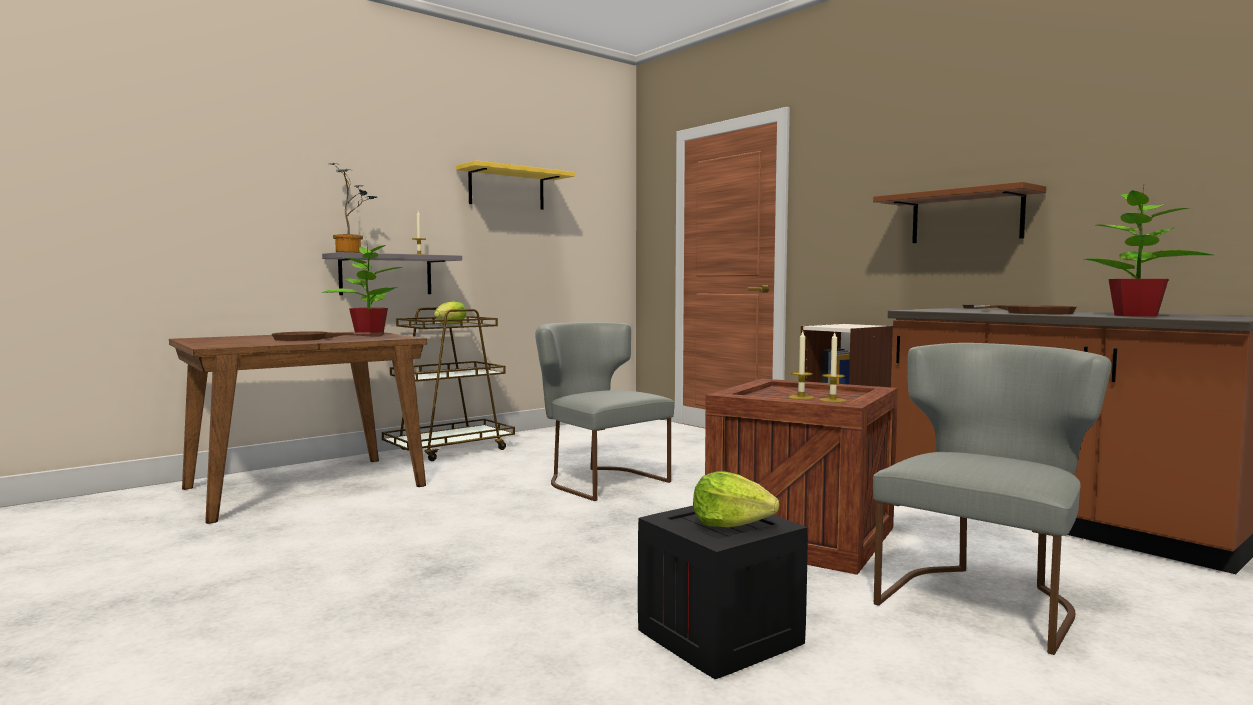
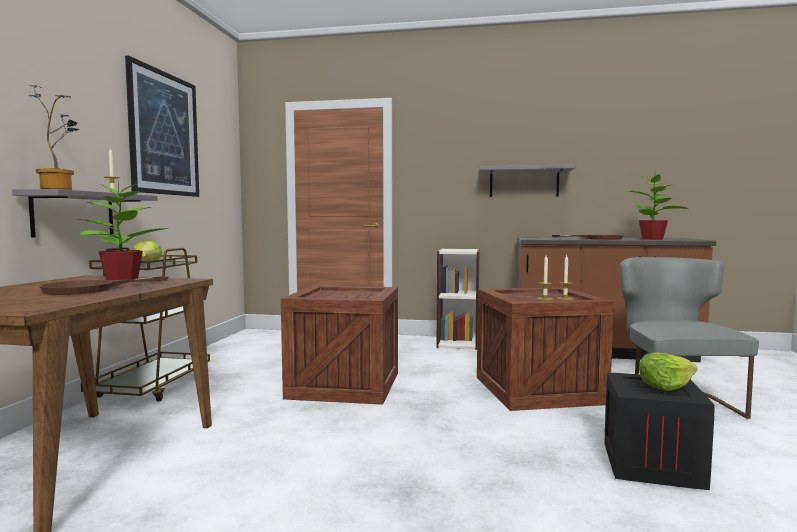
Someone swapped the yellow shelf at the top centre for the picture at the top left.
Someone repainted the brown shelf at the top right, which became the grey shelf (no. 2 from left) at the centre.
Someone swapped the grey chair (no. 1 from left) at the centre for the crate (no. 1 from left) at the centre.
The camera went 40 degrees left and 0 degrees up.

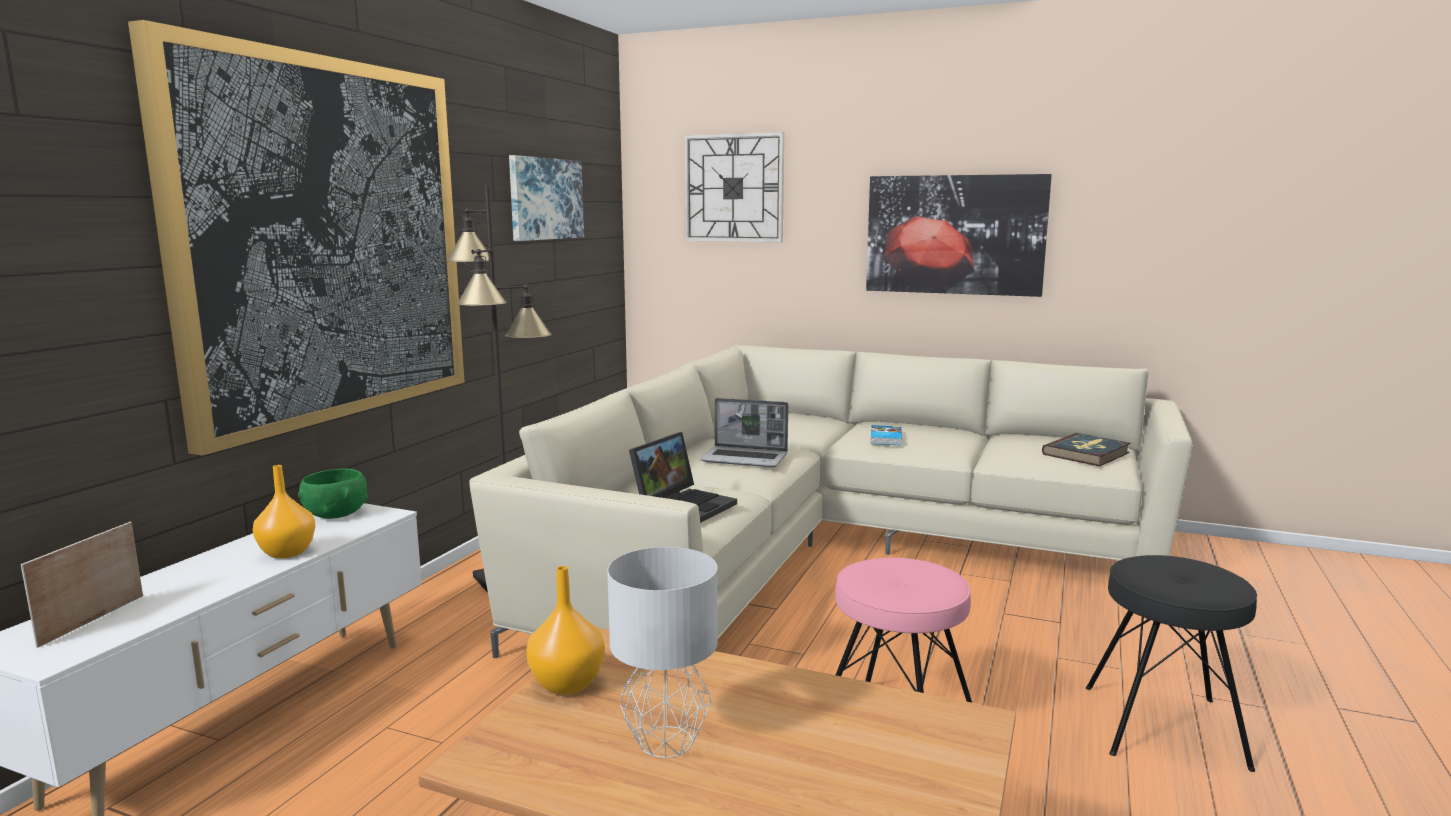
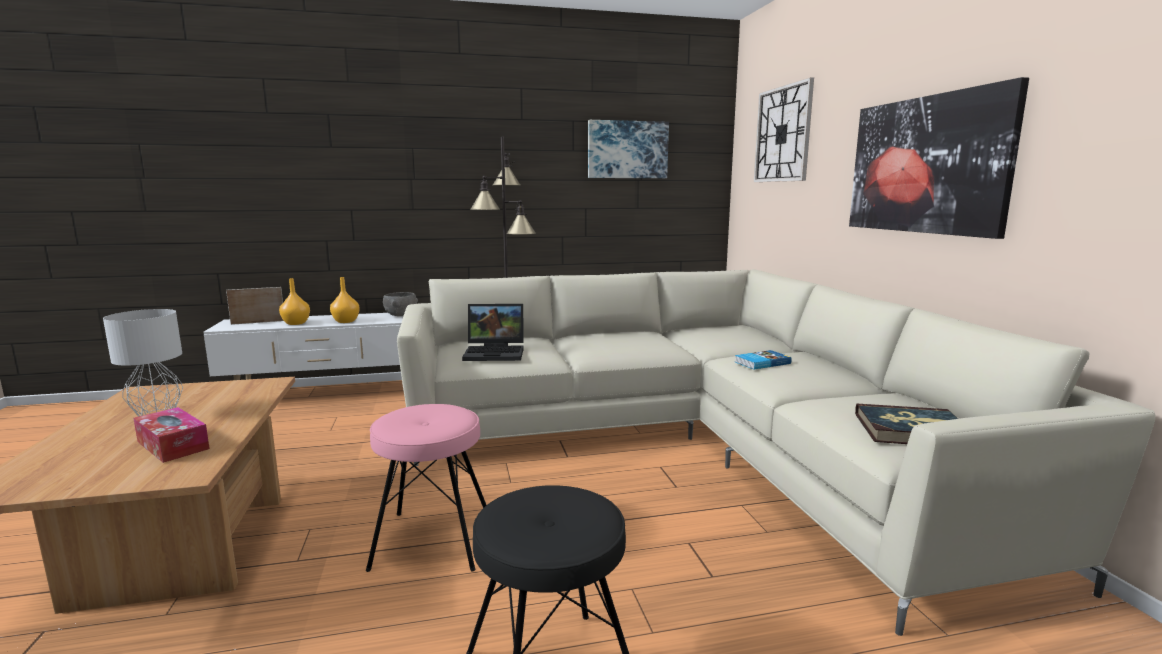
Someone took away the picture (no. 1 from left) at the top left.
Someone took away the laptop (no. 2 from left) at the centre.
Someone repainted the green bowl at the middle left, which became the grey bowl at the centre.
Someone carried the orange vase (no. 2 from left in the first image) from the bottom centre to the middle left.
Someone put down the tissue box at the middle left.
The camera went 55 degrees right and 0 degrees up.

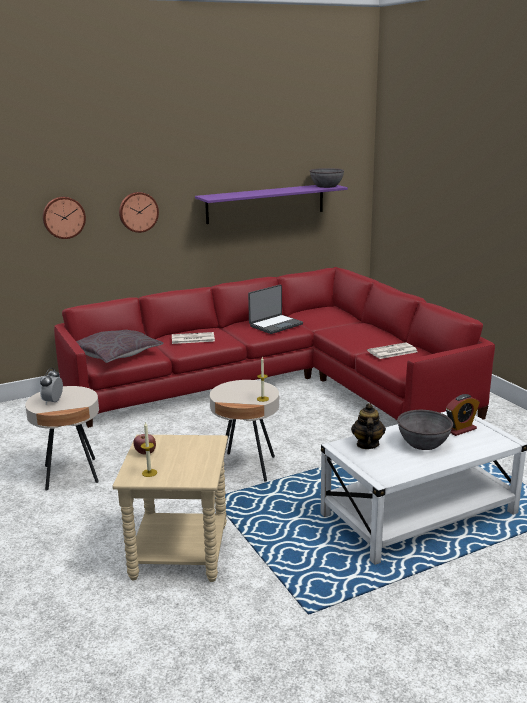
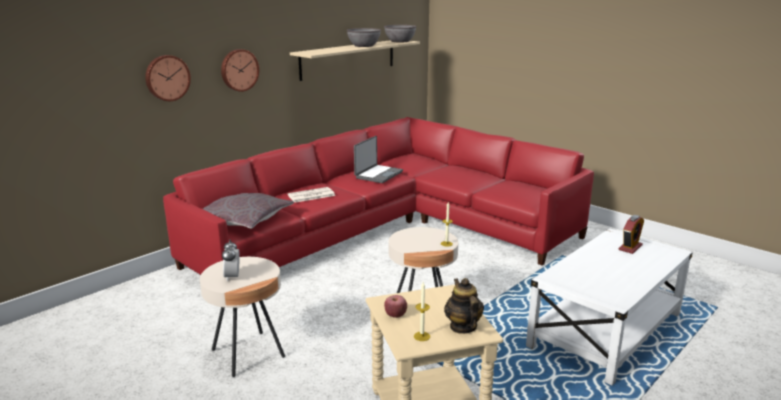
Someone repainted the purple shelf at the top centre, which became the beige shelf at the top centre.
Someone took away the newspaper (no. 2 from left) at the middle right.
Someone carried the teapot from the middle right to the bottom centre.
Someone carried the grey bowl (no. 2 from left in the first image) from the middle right to the top centre.
The camera went 20 degrees left and 0 degrees up.

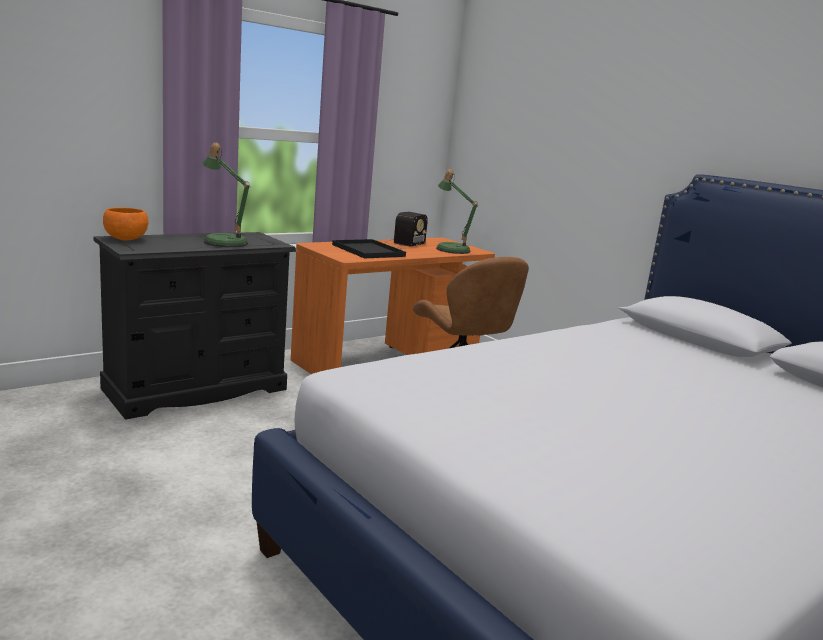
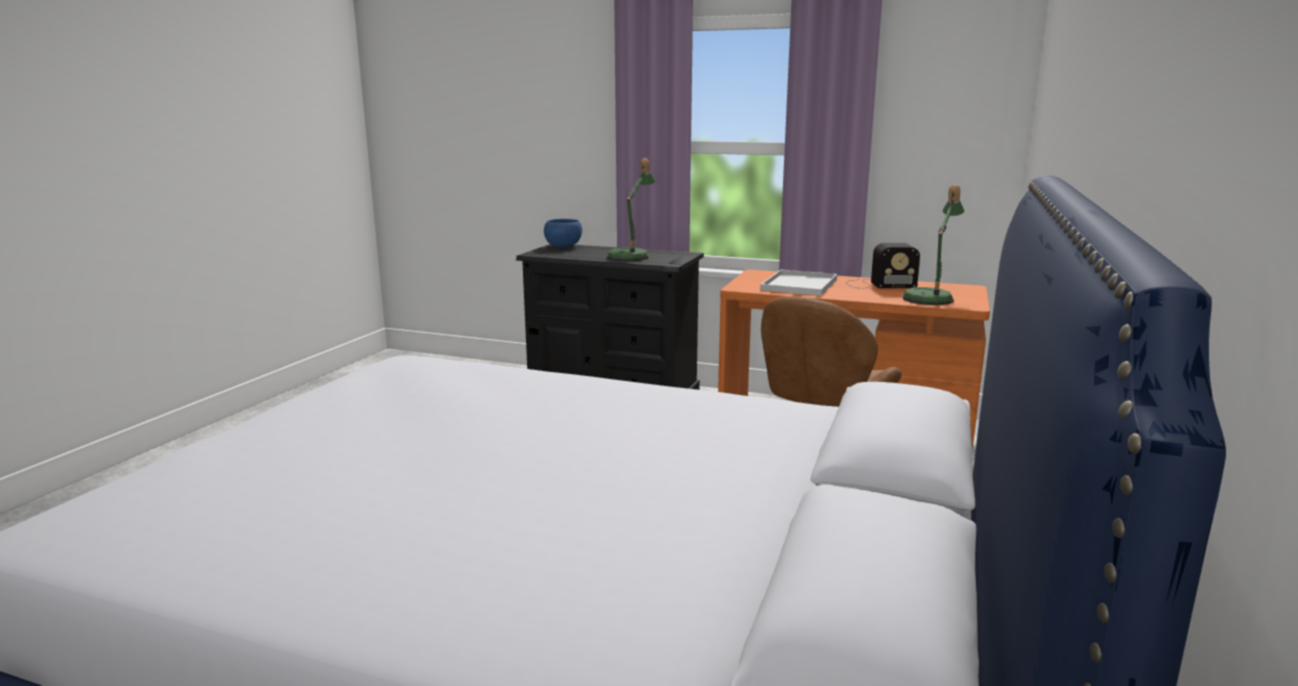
Someone repainted the orange bowl at the middle left, which became the blue bowl at the centre.
Someone repainted the black tray at the centre, which became the white tray at the centre.
The camera went 60 degrees right and 0 degrees up.

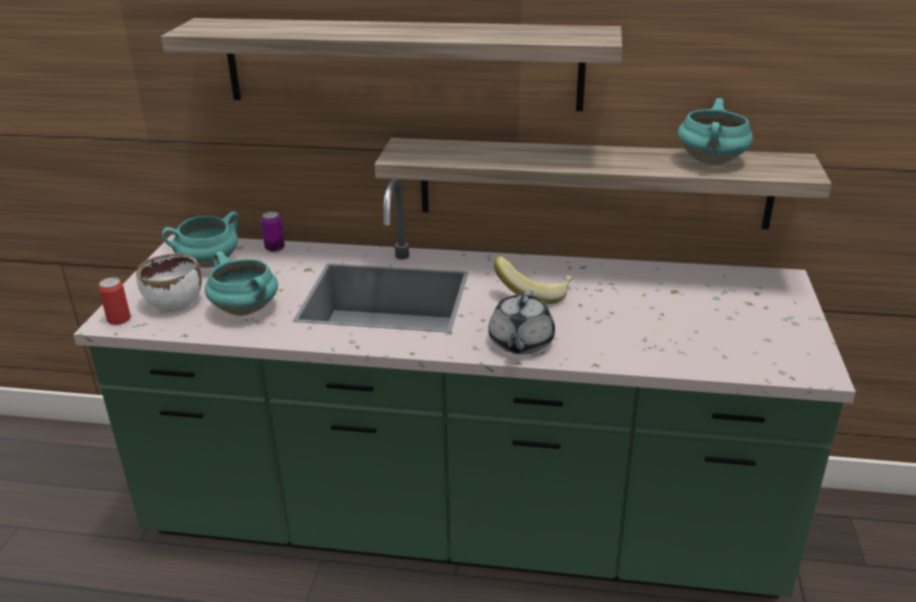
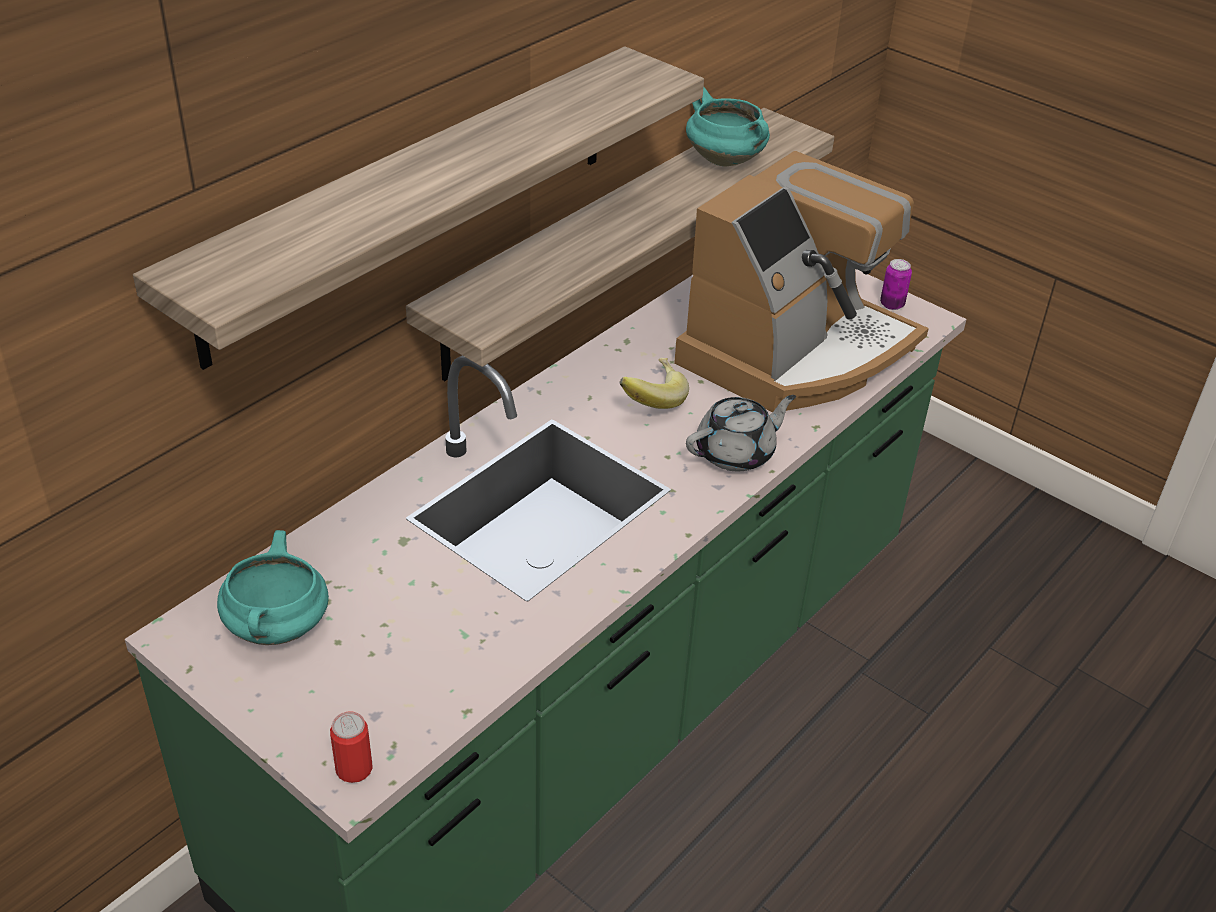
Someone carried the can (no. 2 from left) from the middle left to the top right.
Someone took away the turquoise cooking pot (no. 2 from left) at the middle left.
Someone took away the white bowl at the middle left.
Someone rotated the grey teapot at the centre by 75 degrees counterclockwise.
Someone put down the coffee machine at the top centre.
The camera went 60 degrees left and 10 degrees up.

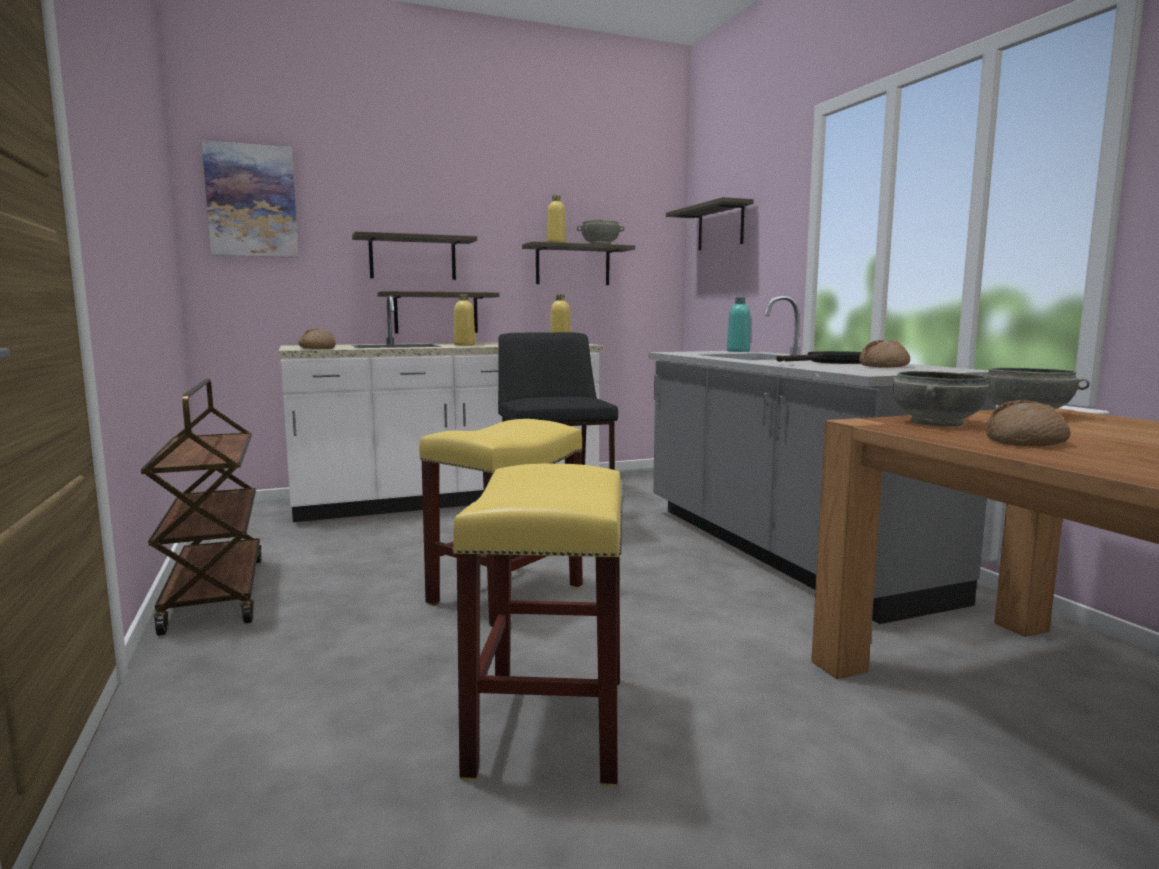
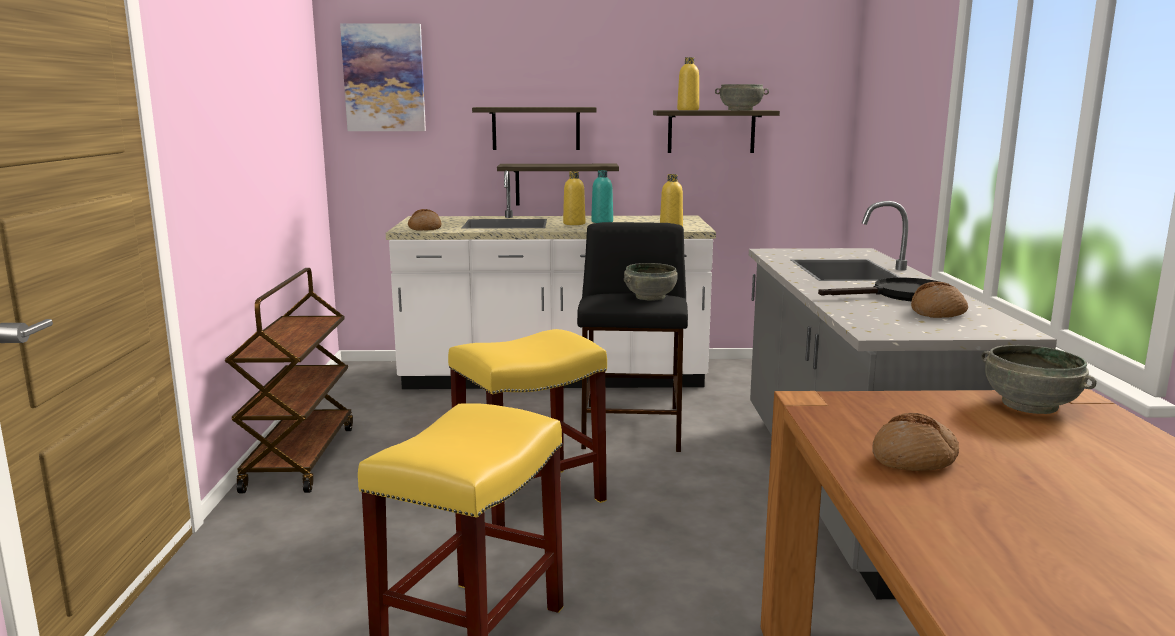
Someone took away the shelf (no. 4 from left) at the top centre.
Someone carried the turquoise bottle from the centre to the top centre.
Someone carried the grey bowl (no. 2 from left in the first image) from the middle right to the centre.
The camera went 20 degrees right and 5 degrees up.

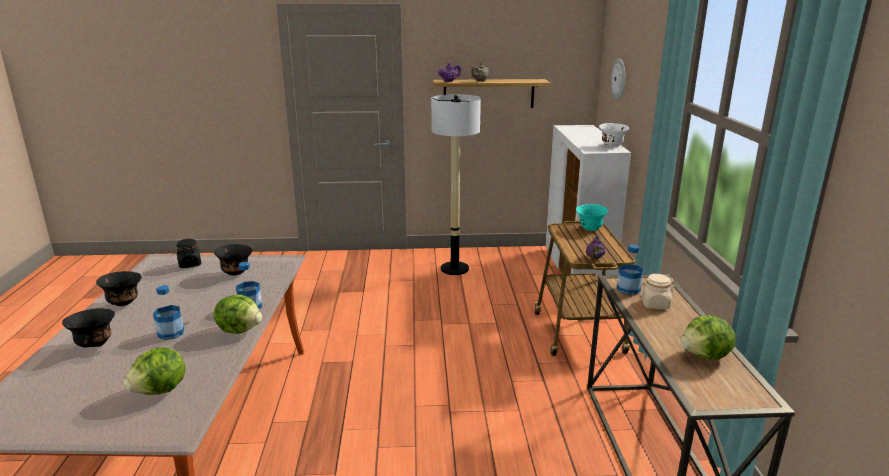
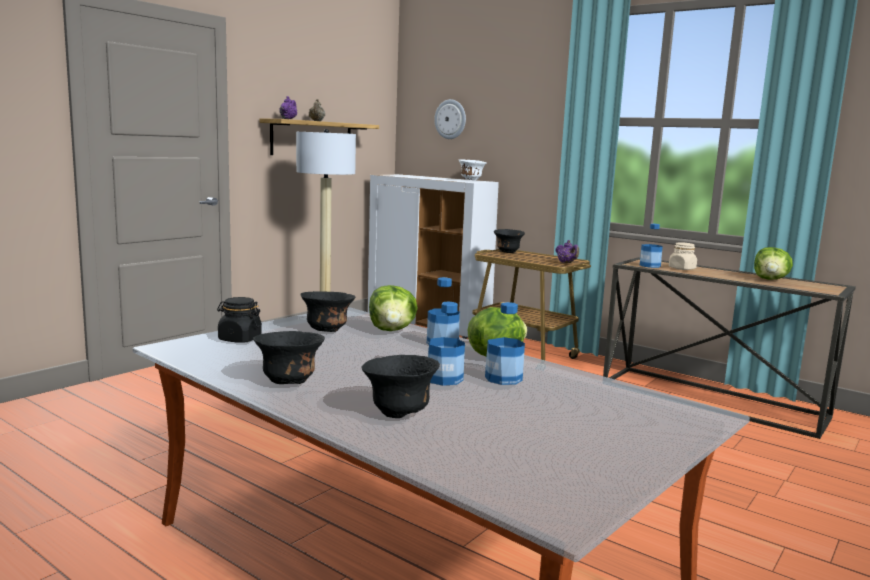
Someone repainted the turquoise bowl at the centre, which became the black bowl (no. 4 from left) at the centre.
Someone carried the lettuce (no. 1 from left) from the bottom left to the centre.
Someone put down the bottle (no. 3 from left) at the centre.
The camera went 50 degrees left and 10 degrees down.

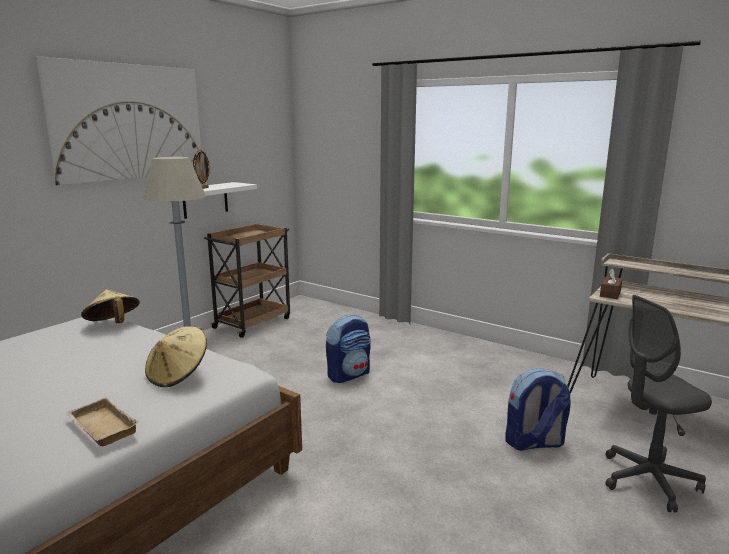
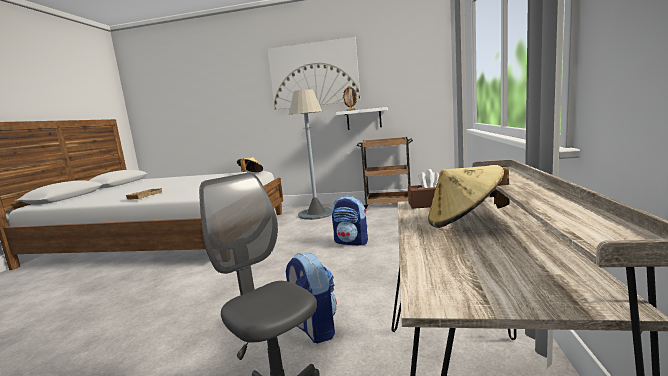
Someone carried the beige hat (no. 2 from left) from the middle left to the middle right.
The camera went 65 degrees right and 5 degrees down.

